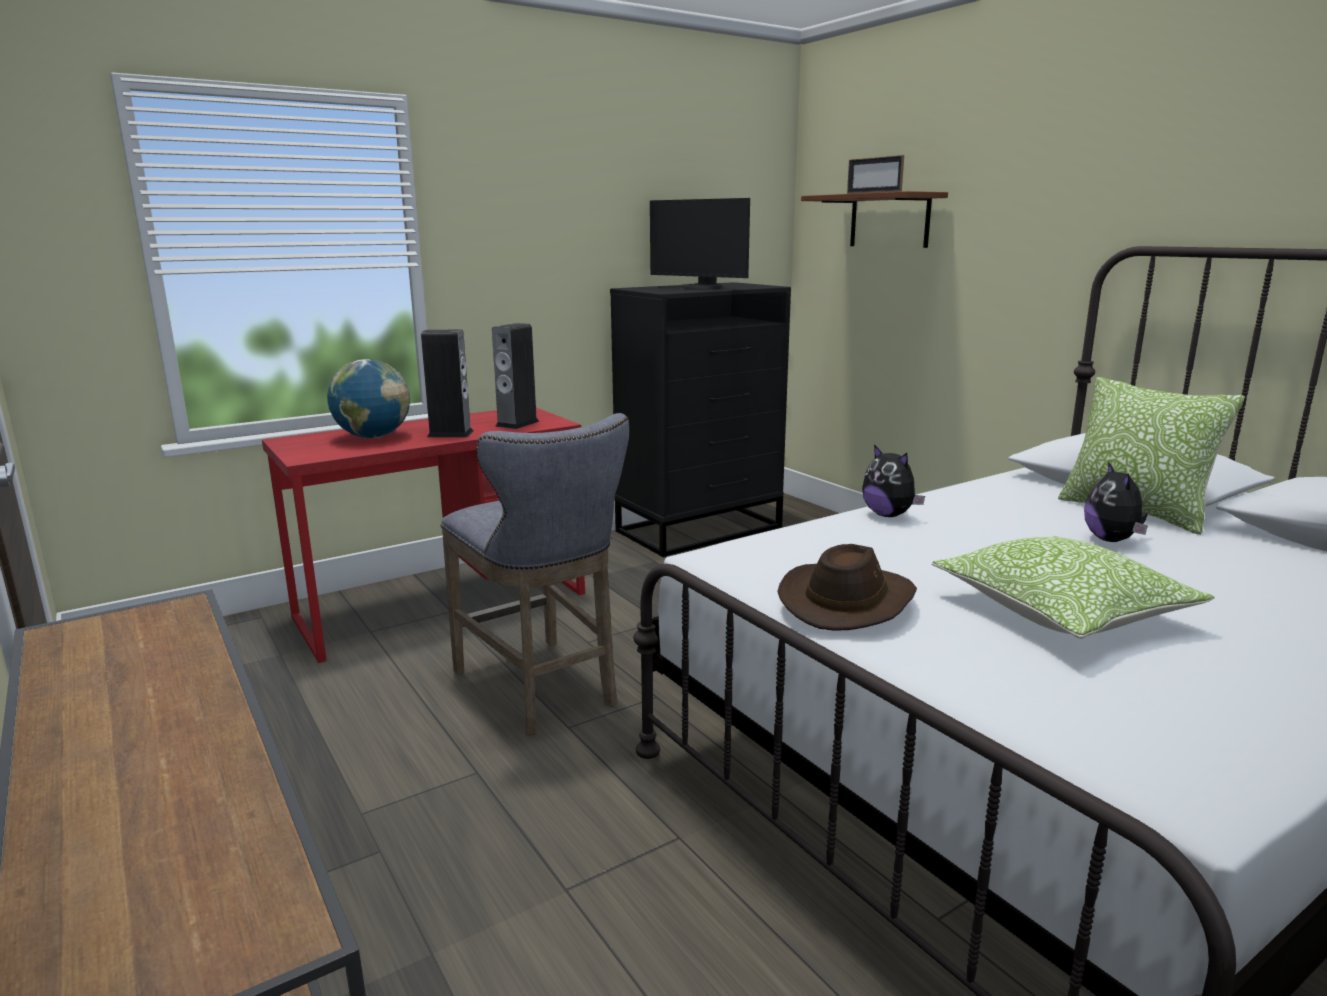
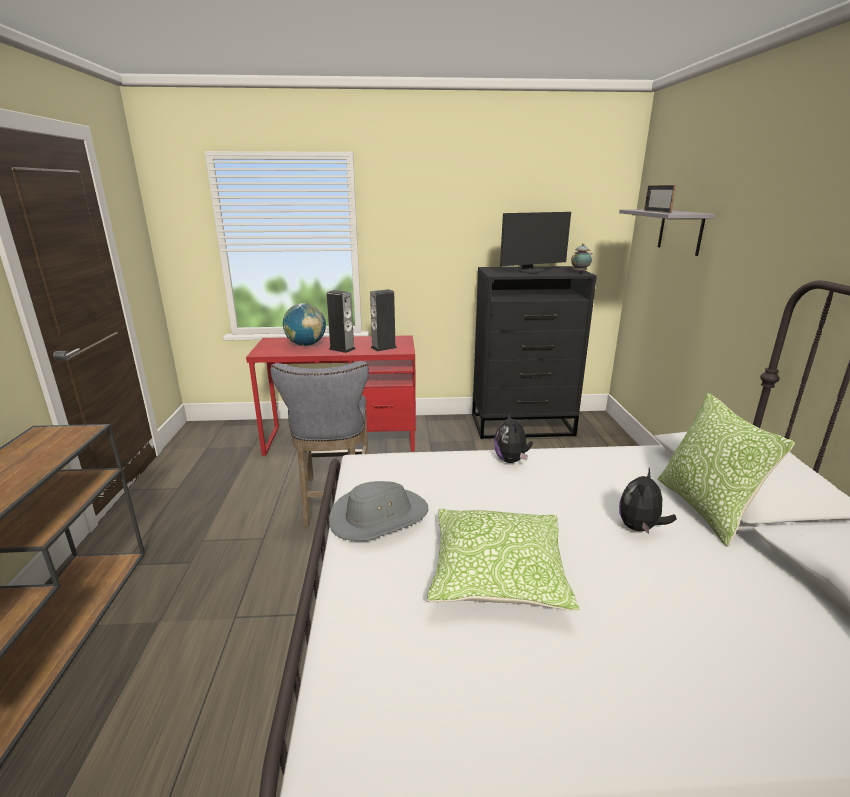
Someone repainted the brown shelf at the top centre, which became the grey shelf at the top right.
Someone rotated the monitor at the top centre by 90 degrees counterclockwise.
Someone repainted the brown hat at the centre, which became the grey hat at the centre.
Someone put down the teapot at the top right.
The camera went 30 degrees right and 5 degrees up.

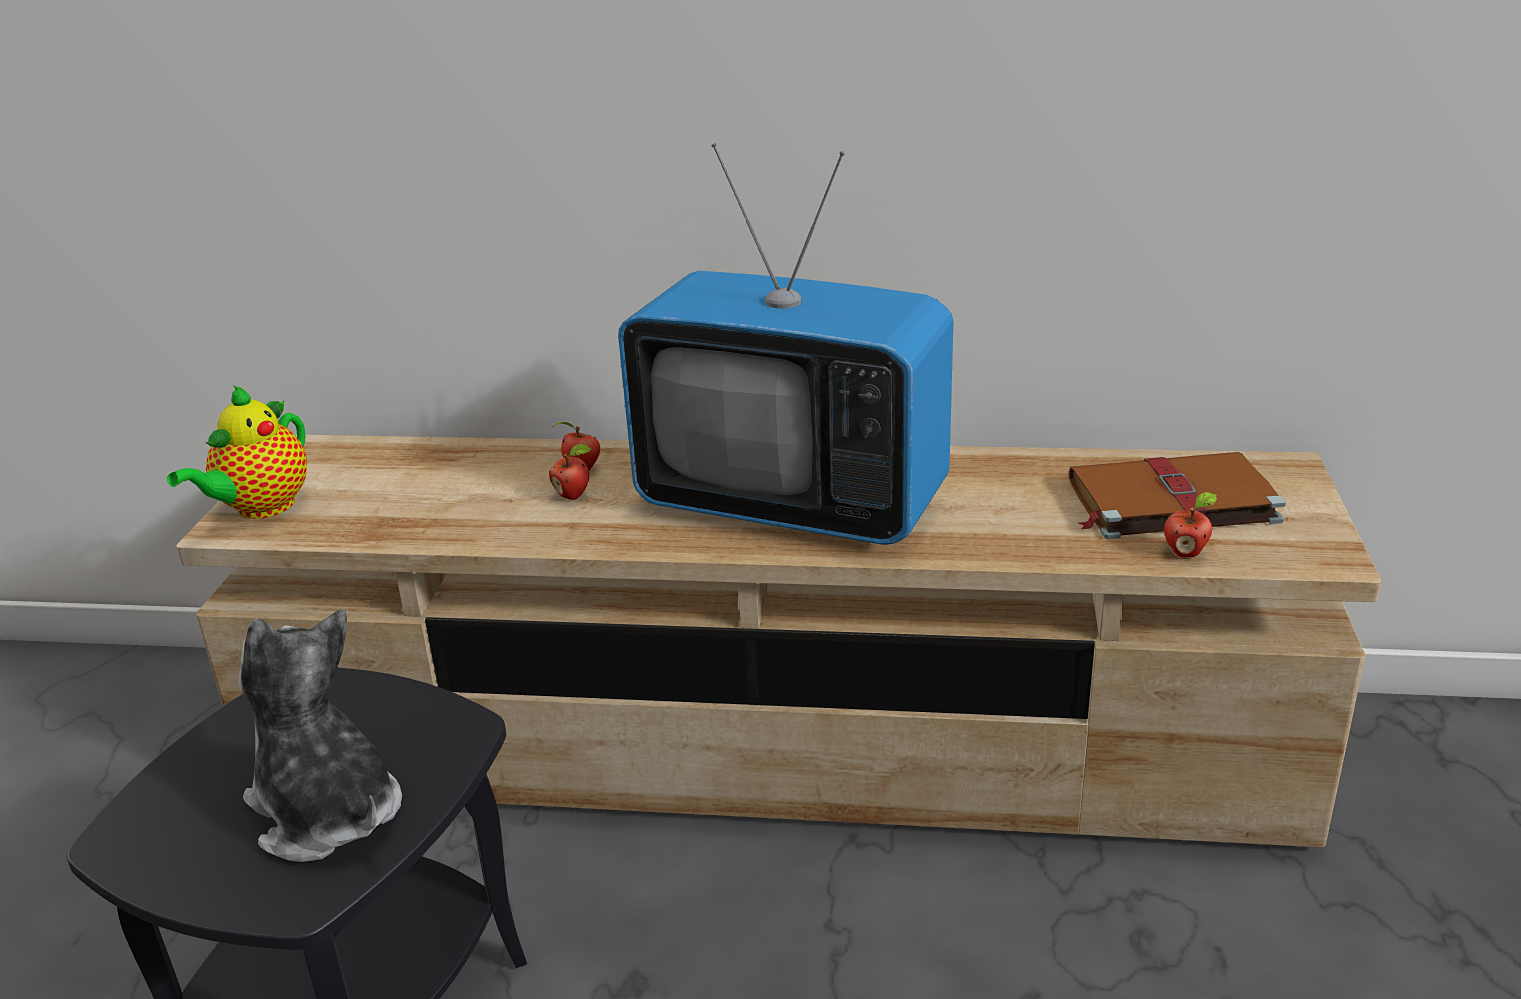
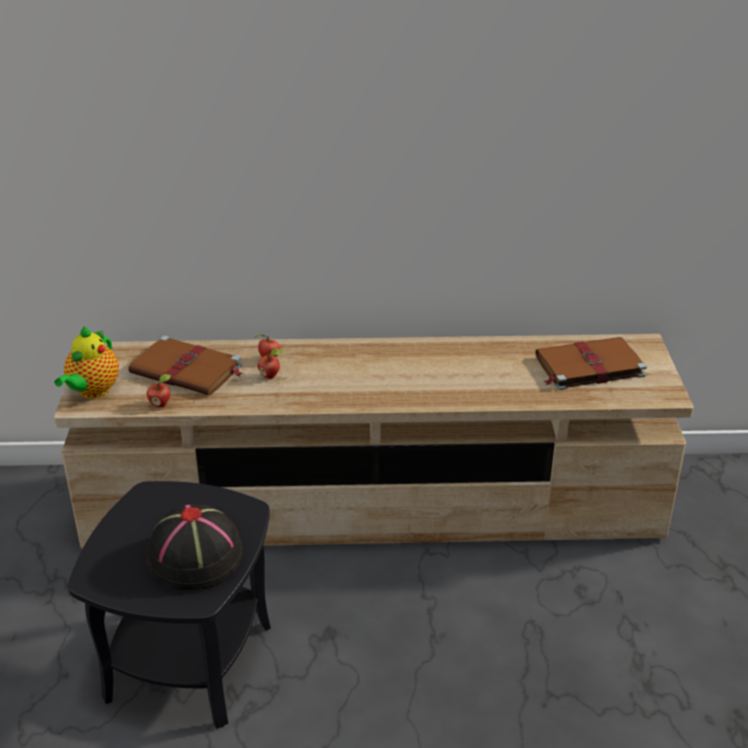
Someone took away the television at the centre.
Someone carried the apple (no. 3 from left in the first image) from the middle right to the middle left.
Someone swapped the plush toy at the bottom left for the black hat at the bottom left.
Someone put down the brown book (no. 1 from left) at the middle left.
The camera went 10 degrees left and 5 degrees up.

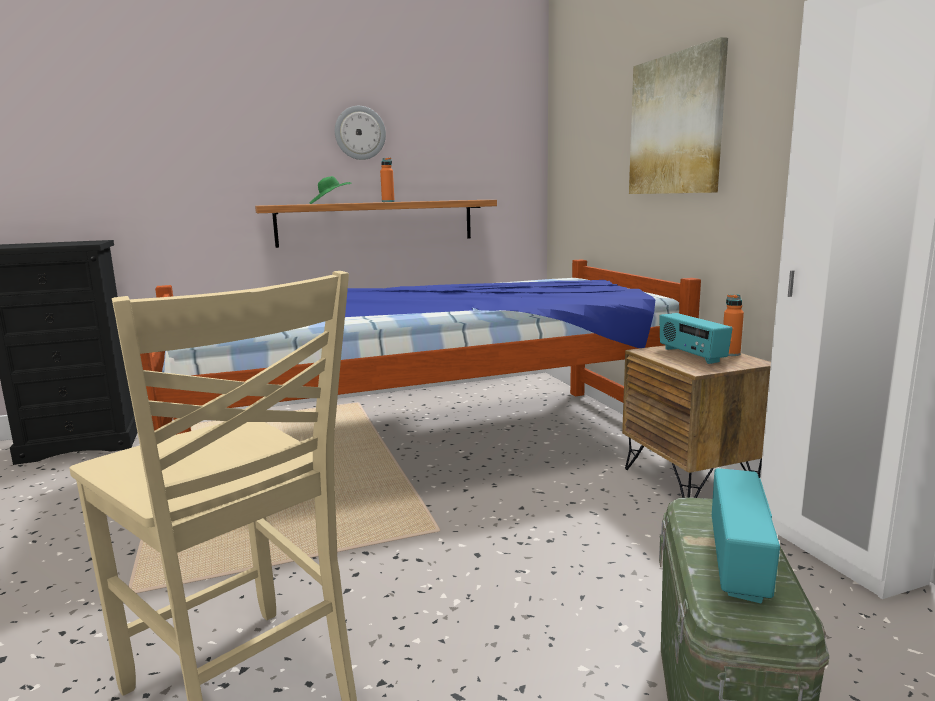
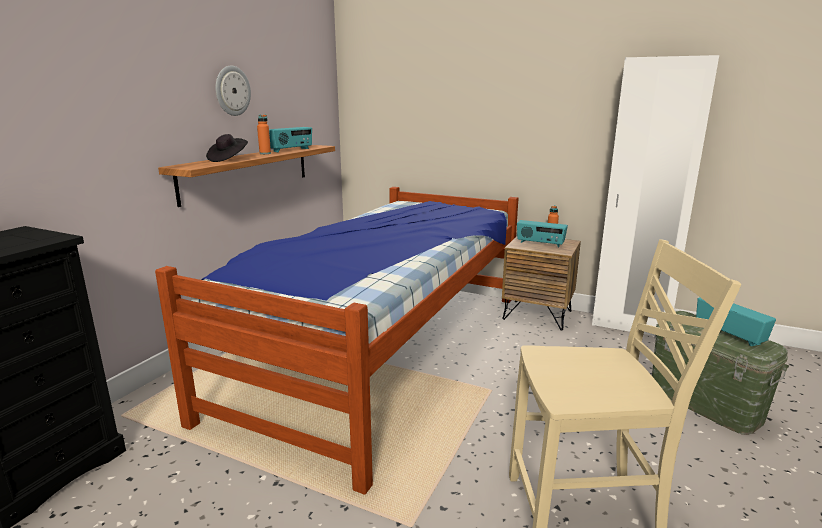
Someone took away the picture at the top right.
Someone repainted the green hat at the top centre, which became the black hat at the top left.
Someone put down the radio (no. 1 from left) at the top centre.
The camera went 45 degrees left and 5 degrees up.

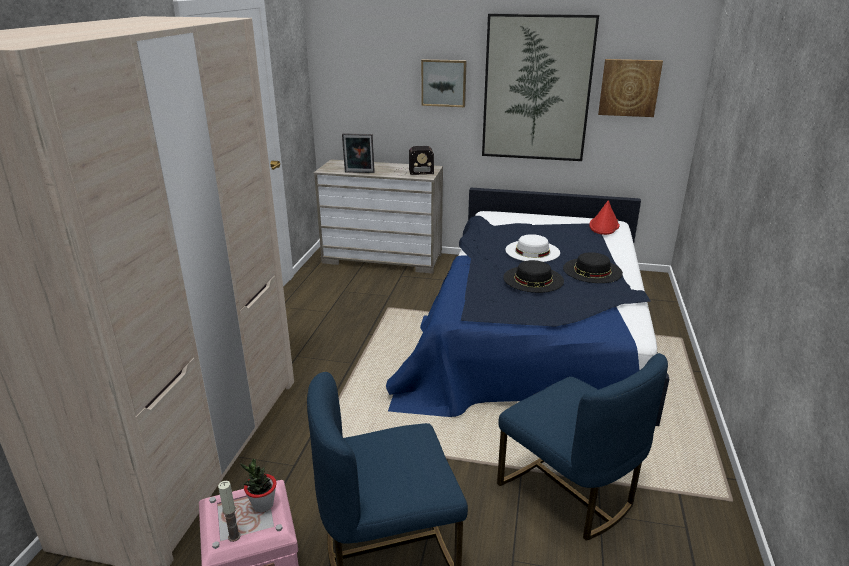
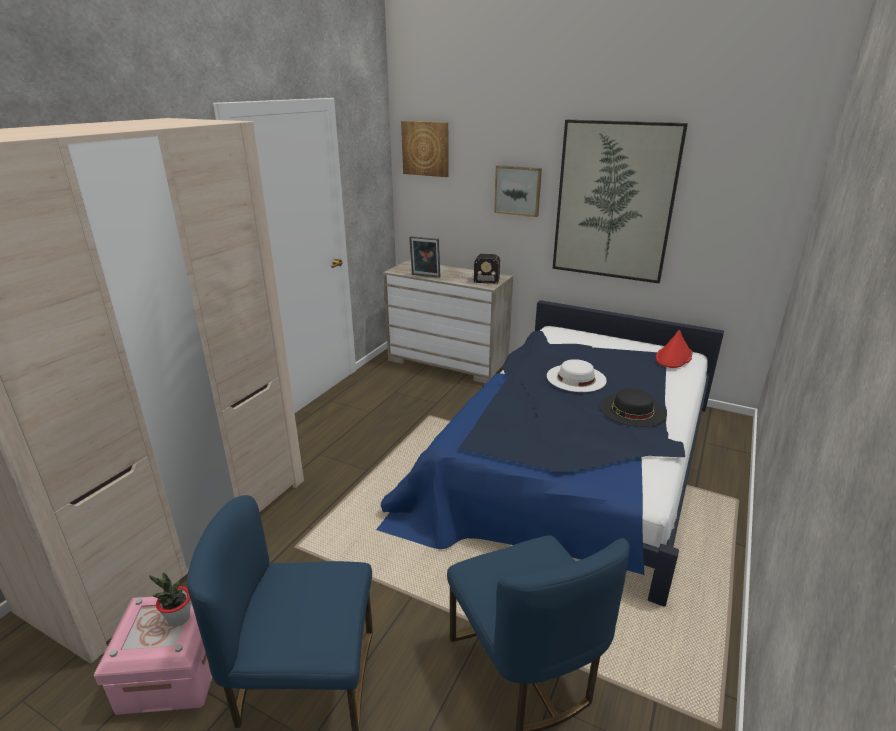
Someone carried the picture (no. 3 from left in the first image) from the top right to the top centre.
Someone took away the black hat (no. 1 from left) at the centre.
Someone took away the candle at the bottom left.
The camera went 15 degrees right and 0 degrees up.

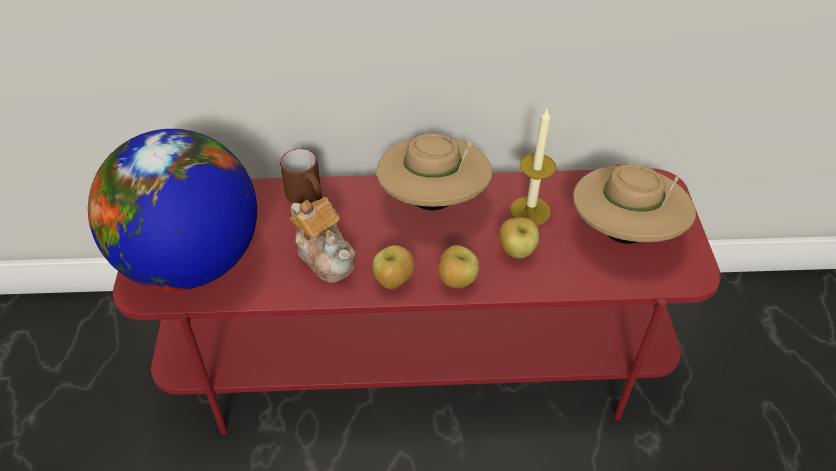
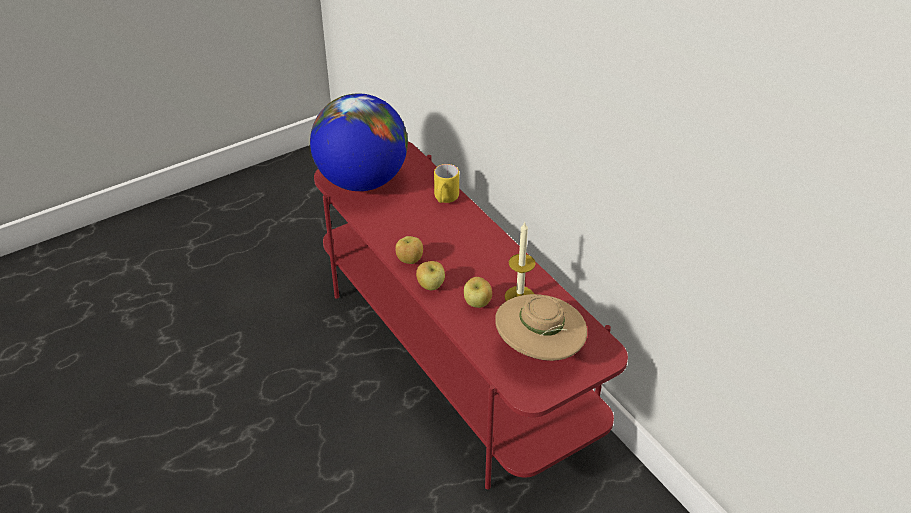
Someone took away the beige hat (no. 1 from left) at the centre.
Someone repainted the brown mug at the centre, which became the yellow mug at the centre.
Someone took away the teapot at the centre.
The camera went 60 degrees right and 5 degrees down.

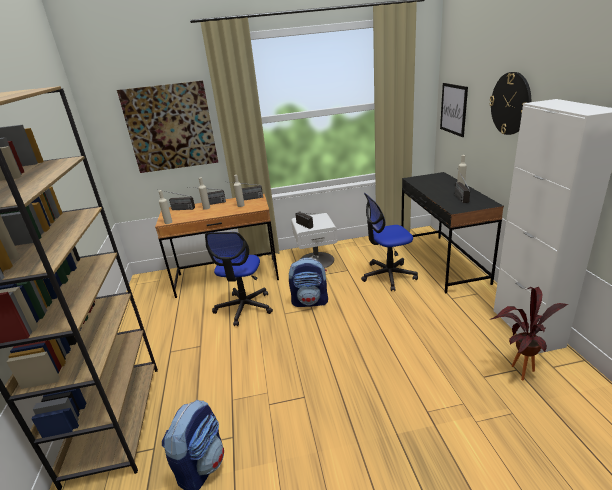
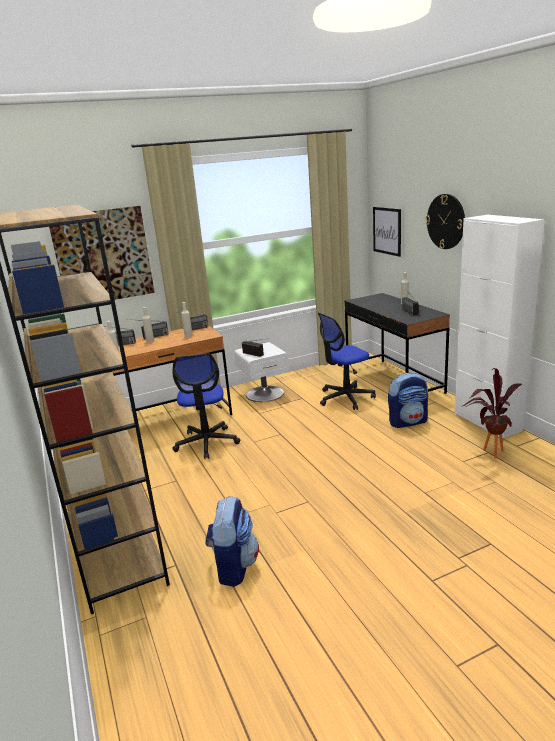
Someone carried the backpack (no. 2 from left) from the centre to the middle right.
The camera went 15 degrees left and 5 degrees down.

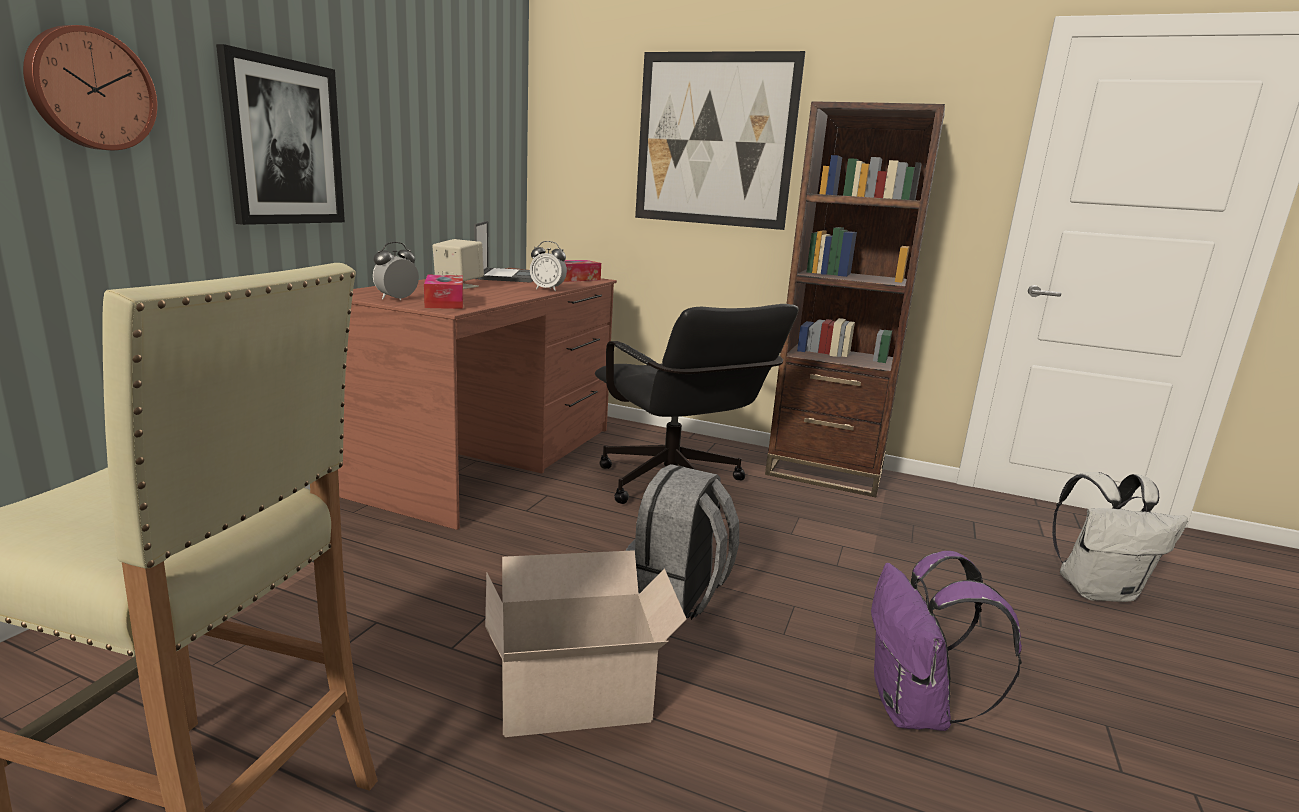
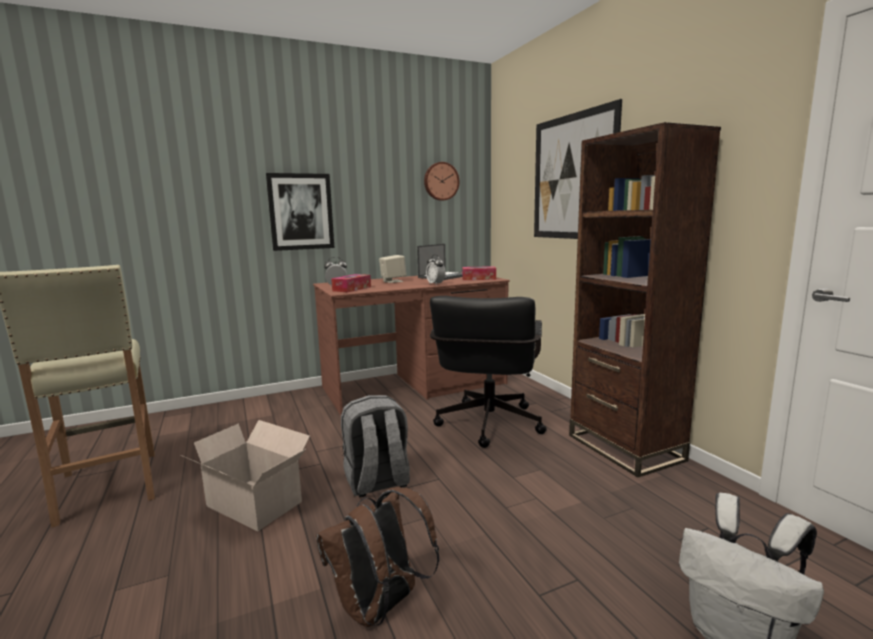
Someone carried the wall clock from the top left to the top centre.
Someone repainted the purple backpack at the bottom right, which became the brown backpack at the bottom centre.
The camera went 45 degrees right and 5 degrees down.

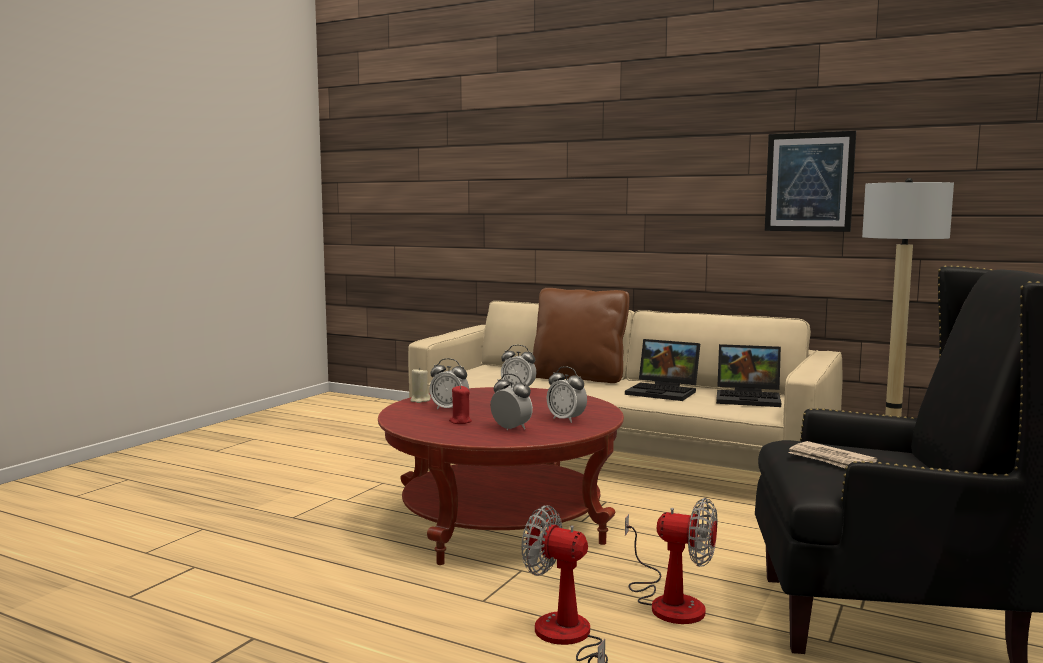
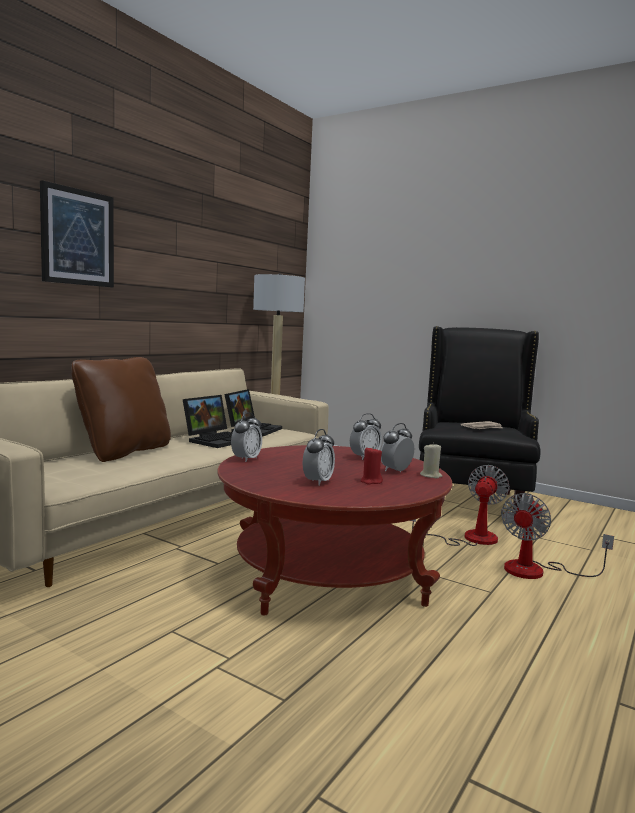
Someone carried the picture from the top right to the top left.
Someone carried the beige candle from the centre to the middle right.
The camera went 85 degrees left and 0 degrees up.

